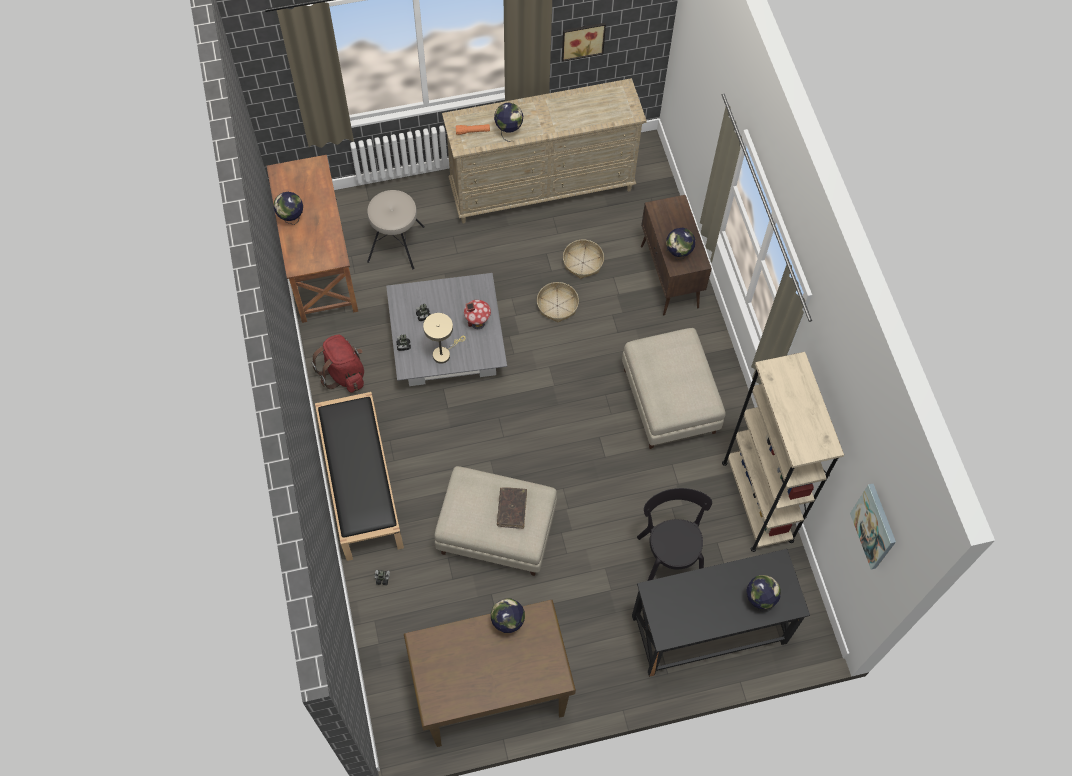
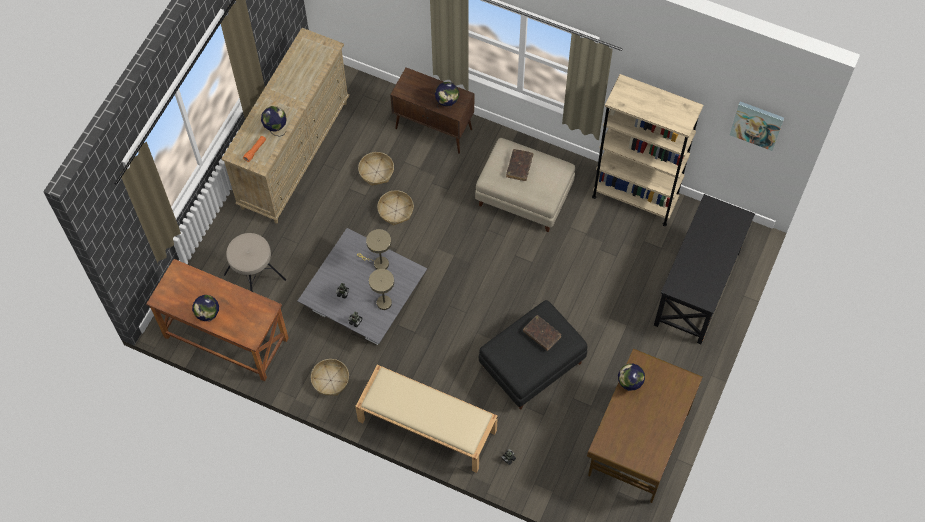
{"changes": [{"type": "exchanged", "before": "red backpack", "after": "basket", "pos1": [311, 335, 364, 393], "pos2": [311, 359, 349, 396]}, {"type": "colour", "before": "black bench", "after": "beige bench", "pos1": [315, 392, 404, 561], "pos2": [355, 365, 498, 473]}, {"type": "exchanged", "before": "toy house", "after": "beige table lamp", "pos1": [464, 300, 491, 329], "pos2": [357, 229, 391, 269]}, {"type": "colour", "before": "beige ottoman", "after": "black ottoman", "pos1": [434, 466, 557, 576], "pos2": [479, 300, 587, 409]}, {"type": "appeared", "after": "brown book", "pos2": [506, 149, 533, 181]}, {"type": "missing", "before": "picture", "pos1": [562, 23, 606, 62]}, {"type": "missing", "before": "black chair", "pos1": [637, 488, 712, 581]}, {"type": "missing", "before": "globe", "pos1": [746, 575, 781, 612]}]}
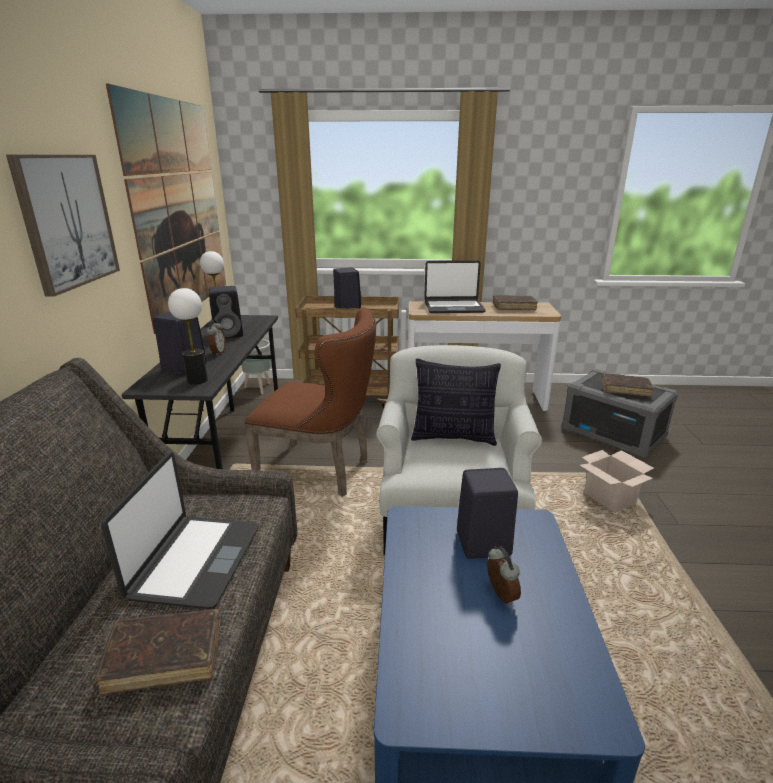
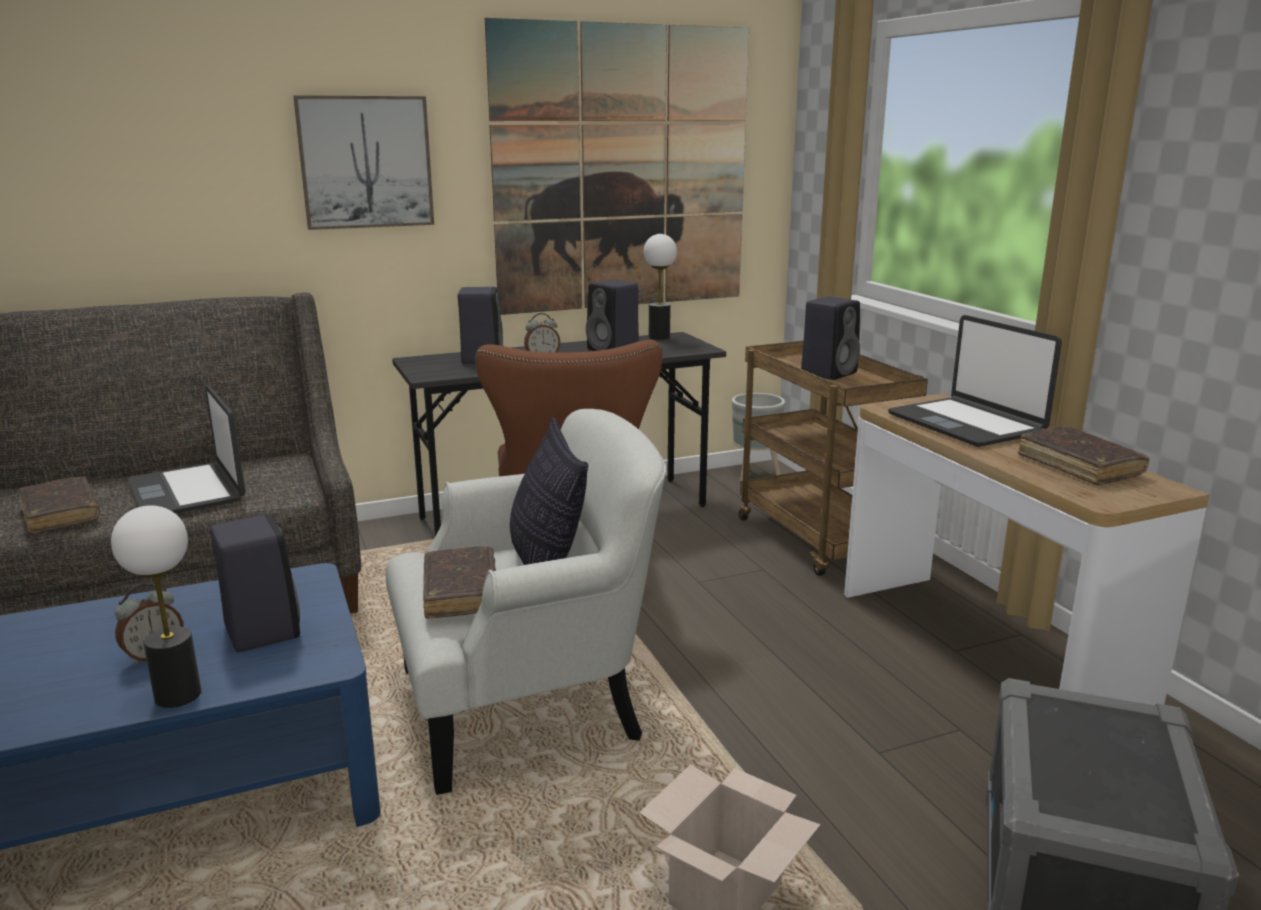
{"changes": [{"type": "relocated", "before": "table lamp", "pos1": [168, 288, 208, 385], "pos2": [111, 505, 201, 708]}, {"type": "spun", "before": "laptop", "pos1": [101, 452, 259, 609], "pos2": [127, 385, 246, 514], "turn": 75}, {"type": "relocated", "before": "brown book", "pos1": [601, 373, 654, 397], "pos2": [423, 546, 496, 619]}]}
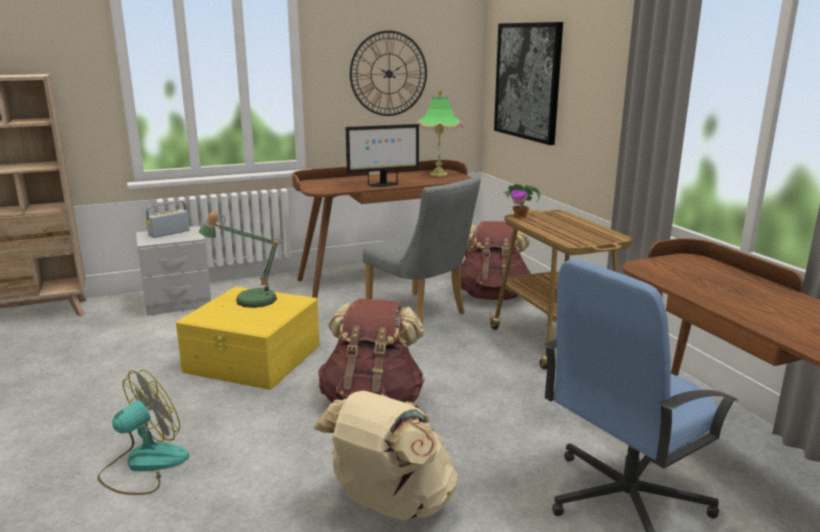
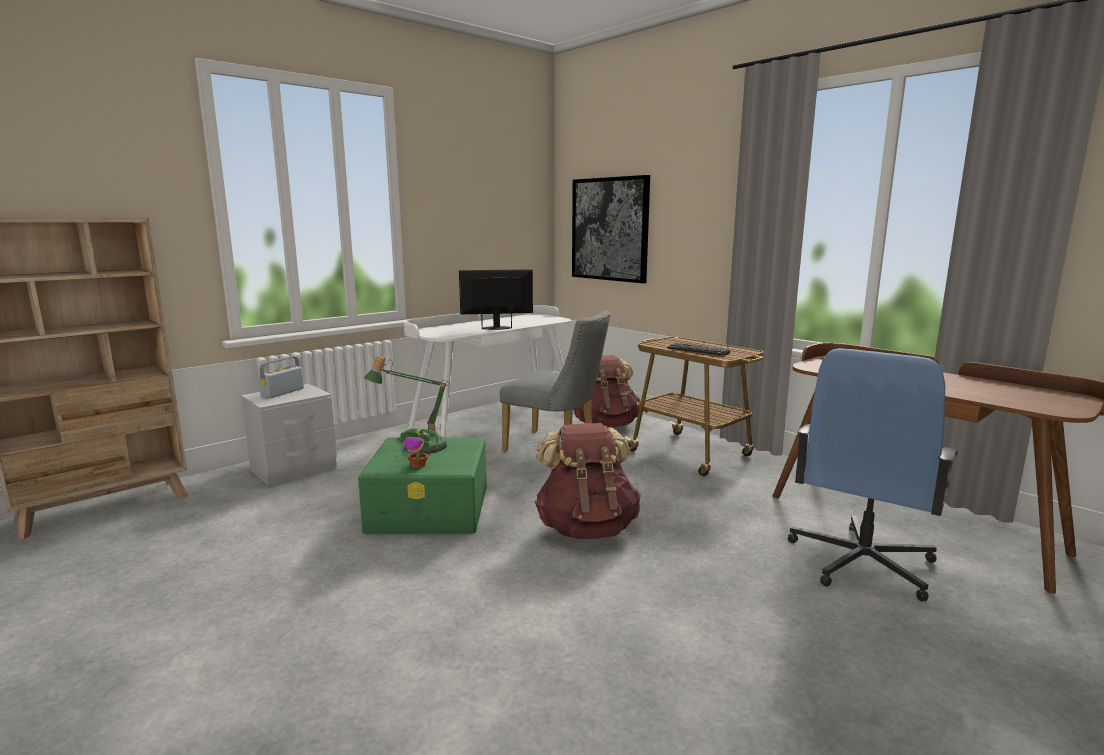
{"changes": [{"type": "colour", "before": "yellow storage box", "after": "green storage box", "pos1": [176, 287, 320, 390], "pos2": [358, 437, 487, 534]}, {"type": "relocated", "before": "potted plant", "pos1": [503, 184, 541, 217], "pos2": [394, 428, 440, 468]}, {"type": "colour", "before": "brown desk", "after": "white desk", "pos1": [292, 160, 472, 298], "pos2": [404, 305, 574, 437]}, {"type": "spun", "before": "monitor", "pos1": [346, 124, 419, 187], "pos2": [459, 269, 533, 330], "turn": -150}, {"type": "appeared", "after": "keyboard", "pos2": [668, 343, 730, 356]}, {"type": "missing", "before": "fan", "pos1": [97, 370, 189, 495]}, {"type": "missing", "before": "beige backpack", "pos1": [313, 391, 458, 521]}, {"type": "missing", "before": "wall clock", "pos1": [350, 30, 427, 116]}, {"type": "missing", "before": "table lamp", "pos1": [416, 89, 463, 176]}]}
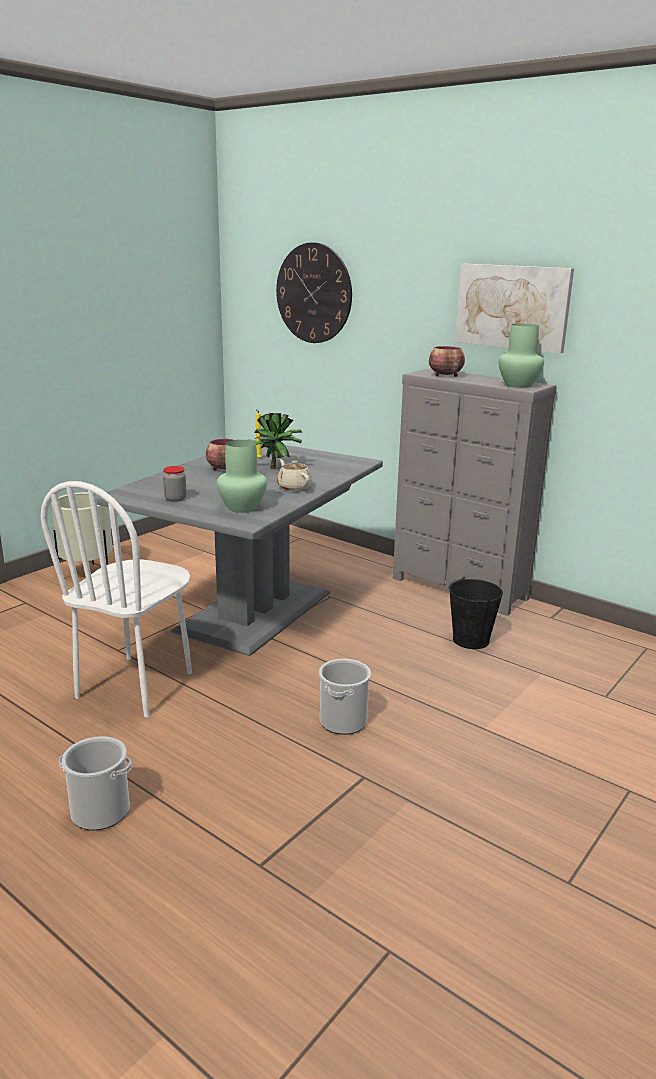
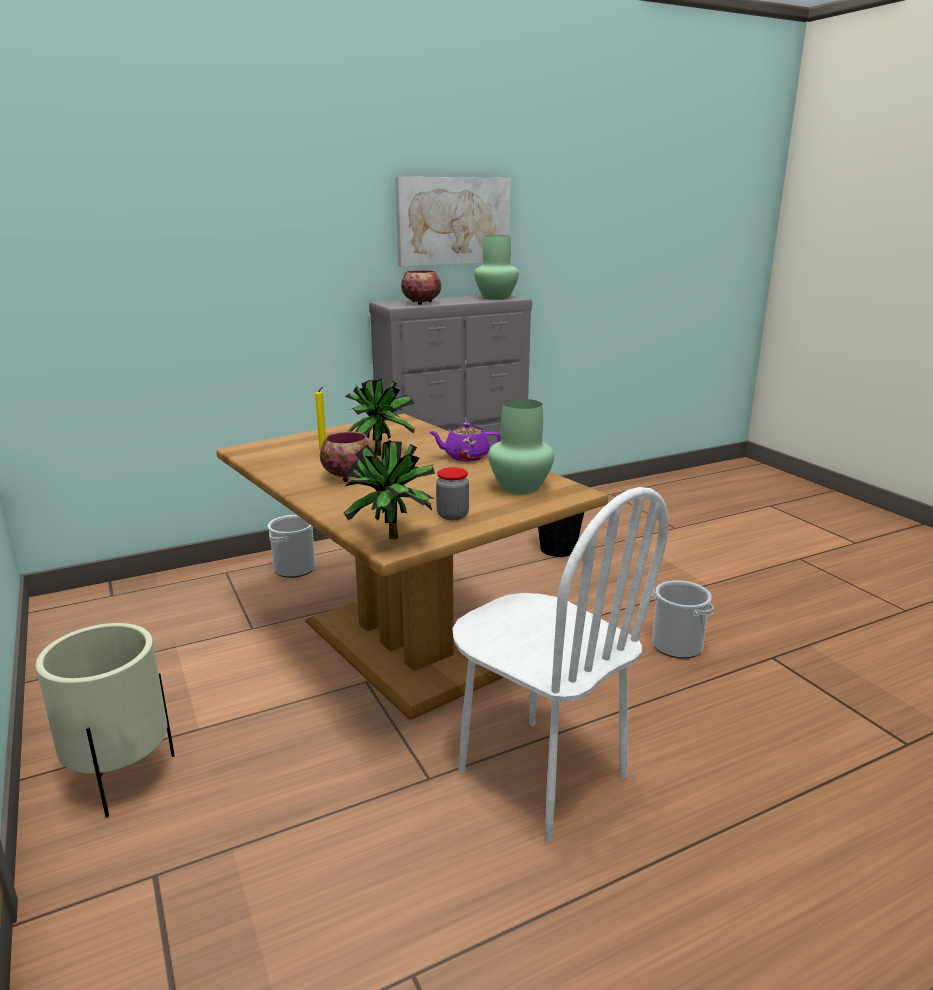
{"changes": [{"type": "colour", "before": "grey dining table", "after": "brown dining table", "pos1": [96, 439, 383, 656], "pos2": [216, 414, 608, 720]}, {"type": "relocated", "before": "bucket", "pos1": [59, 736, 132, 830], "pos2": [268, 515, 315, 578]}, {"type": "appeared", "after": "potted plant", "pos2": [343, 440, 435, 539]}, {"type": "colour", "before": "beige teapot", "after": "purple teapot", "pos1": [277, 459, 312, 491], "pos2": [429, 423, 501, 461]}, {"type": "missing", "before": "wall clock", "pos1": [276, 243, 352, 343]}]}
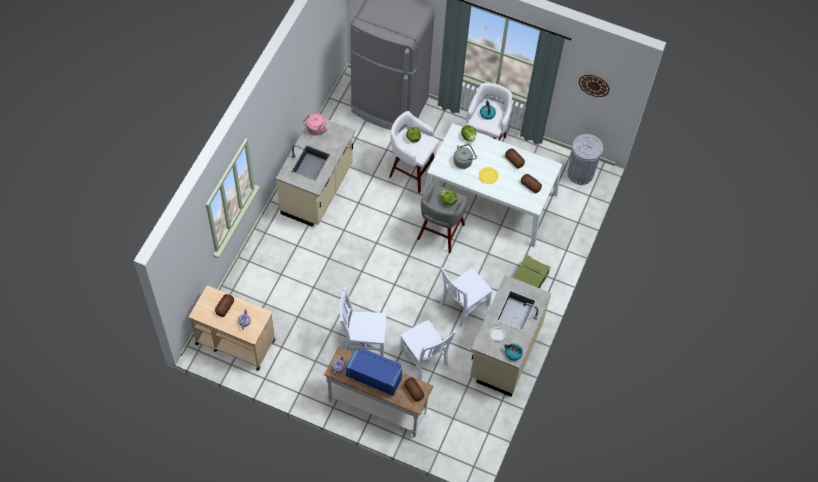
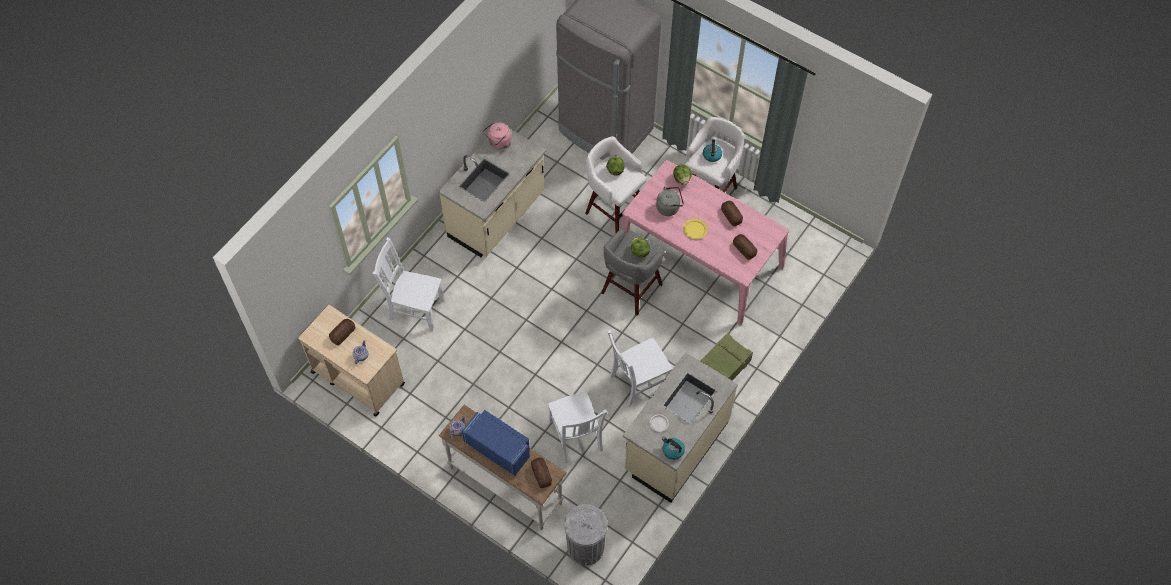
{"changes": [{"type": "relocated", "before": "white chair", "pos1": [340, 287, 386, 356], "pos2": [373, 237, 445, 331]}, {"type": "relocated", "before": "grey trash can", "pos1": [567, 134, 603, 185], "pos2": [564, 504, 607, 566]}, {"type": "colour", "before": "white dining table", "after": "pink dining table", "pos1": [424, 123, 562, 247], "pos2": [621, 160, 789, 326]}, {"type": "missing", "before": "wall clock", "pos1": [578, 75, 610, 97]}]}
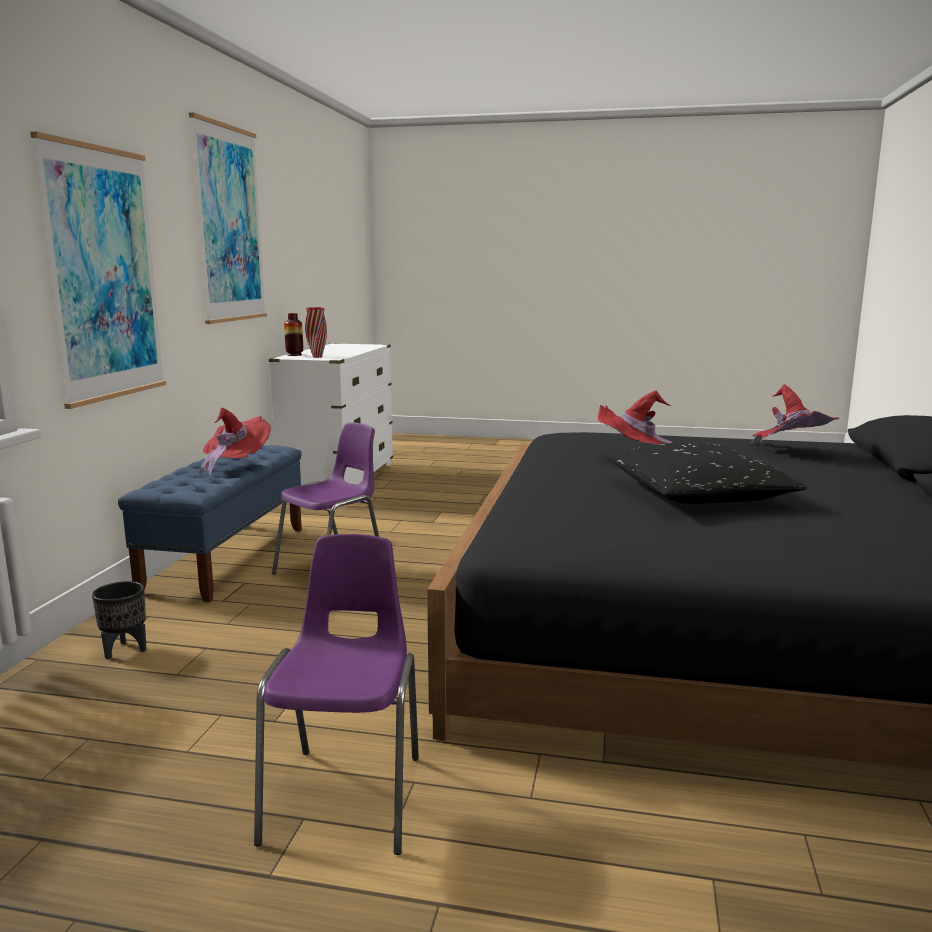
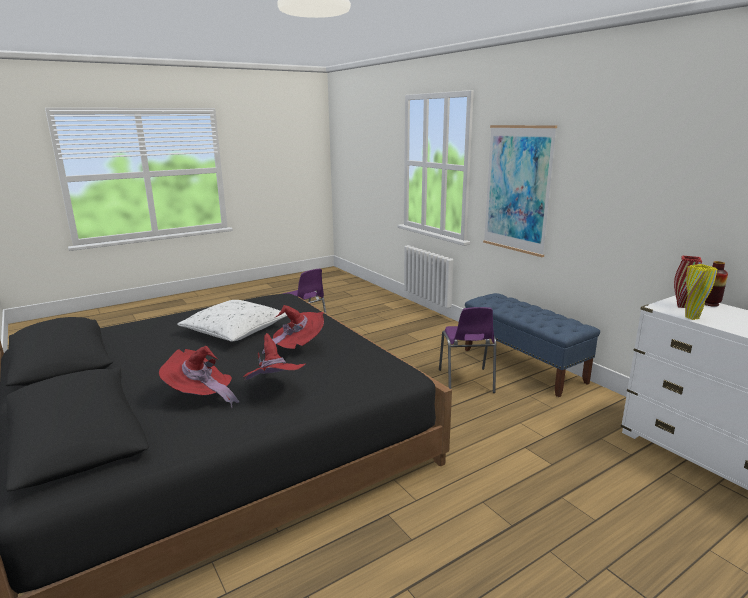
{"changes": [{"type": "colour", "before": "black pillow", "after": "white pillow", "pos1": [607, 442, 807, 504], "pos2": [177, 300, 287, 341]}, {"type": "relocated", "before": "red hat", "pos1": [199, 408, 271, 475], "pos2": [243, 333, 306, 380]}, {"type": "appeared", "after": "yellow vase", "pos2": [685, 264, 717, 320]}, {"type": "missing", "before": "black planter", "pos1": [92, 581, 147, 659]}, {"type": "missing", "before": "picture", "pos1": [189, 113, 267, 324]}]}
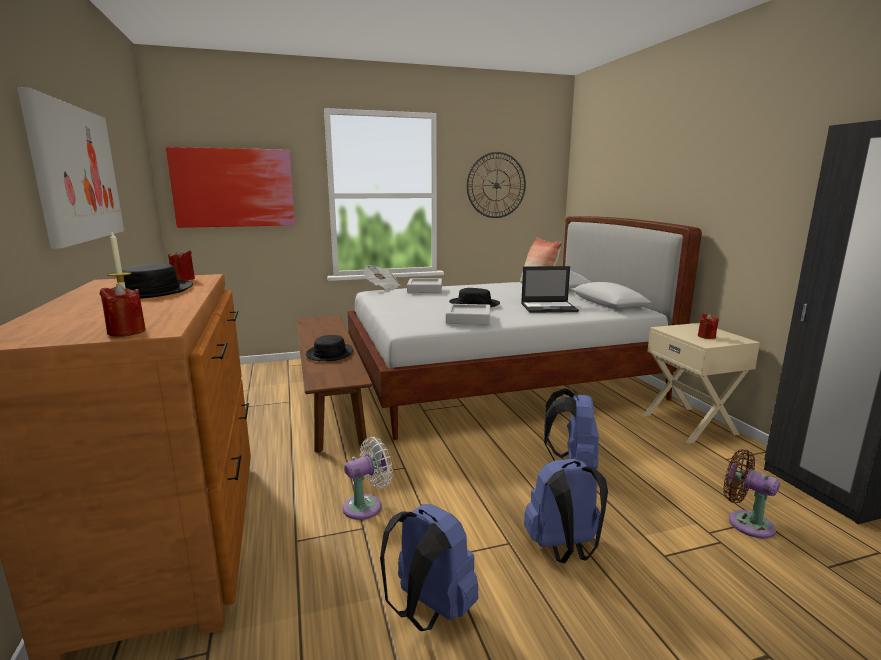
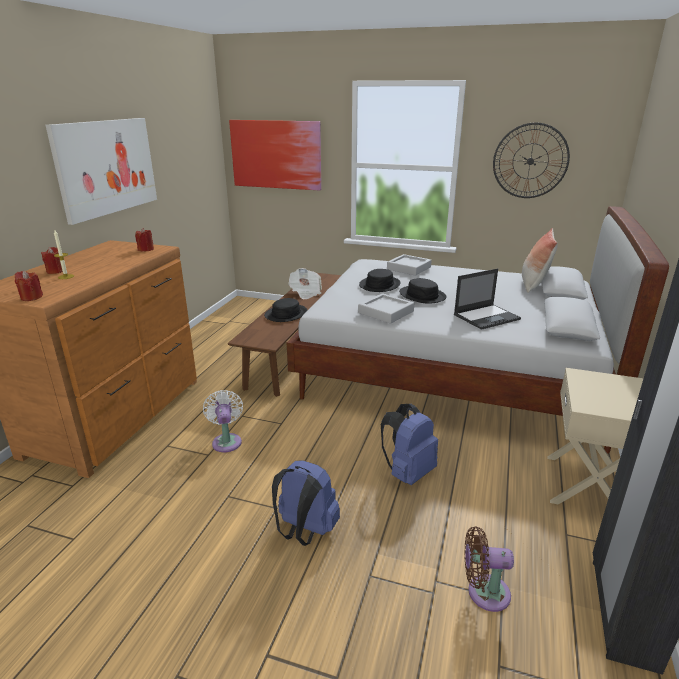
{"changes": [{"type": "relocated", "before": "red candle", "pos1": [698, 313, 719, 339], "pos2": [41, 247, 63, 274]}, {"type": "spun", "before": "white fan", "pos1": [343, 437, 393, 520], "pos2": [203, 390, 243, 452], "turn": -105}, {"type": "relocated", "before": "newspaper", "pos1": [363, 265, 400, 291], "pos2": [288, 268, 322, 299]}, {"type": "relocated", "before": "black hat", "pos1": [111, 263, 193, 299], "pos2": [359, 269, 401, 292]}, {"type": "spun", "before": "laptop", "pos1": [521, 266, 579, 313], "pos2": [454, 269, 521, 330], "turn": -60}, {"type": "spun", "before": "brown fan", "pos1": [723, 449, 780, 539], "pos2": [464, 526, 514, 612], "turn": -75}, {"type": "missing", "before": "blue backpack", "pos1": [380, 504, 479, 631]}]}
